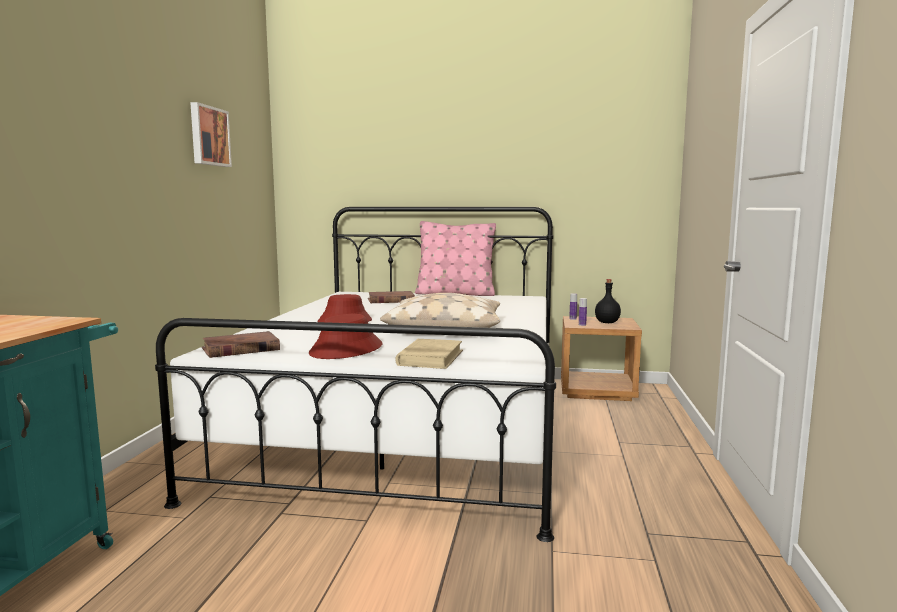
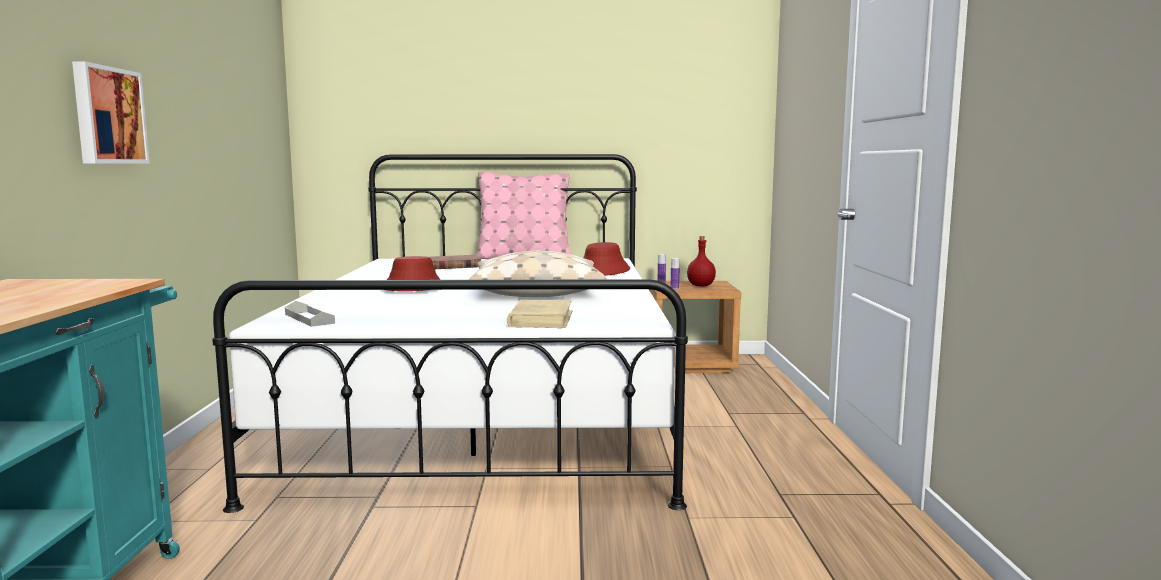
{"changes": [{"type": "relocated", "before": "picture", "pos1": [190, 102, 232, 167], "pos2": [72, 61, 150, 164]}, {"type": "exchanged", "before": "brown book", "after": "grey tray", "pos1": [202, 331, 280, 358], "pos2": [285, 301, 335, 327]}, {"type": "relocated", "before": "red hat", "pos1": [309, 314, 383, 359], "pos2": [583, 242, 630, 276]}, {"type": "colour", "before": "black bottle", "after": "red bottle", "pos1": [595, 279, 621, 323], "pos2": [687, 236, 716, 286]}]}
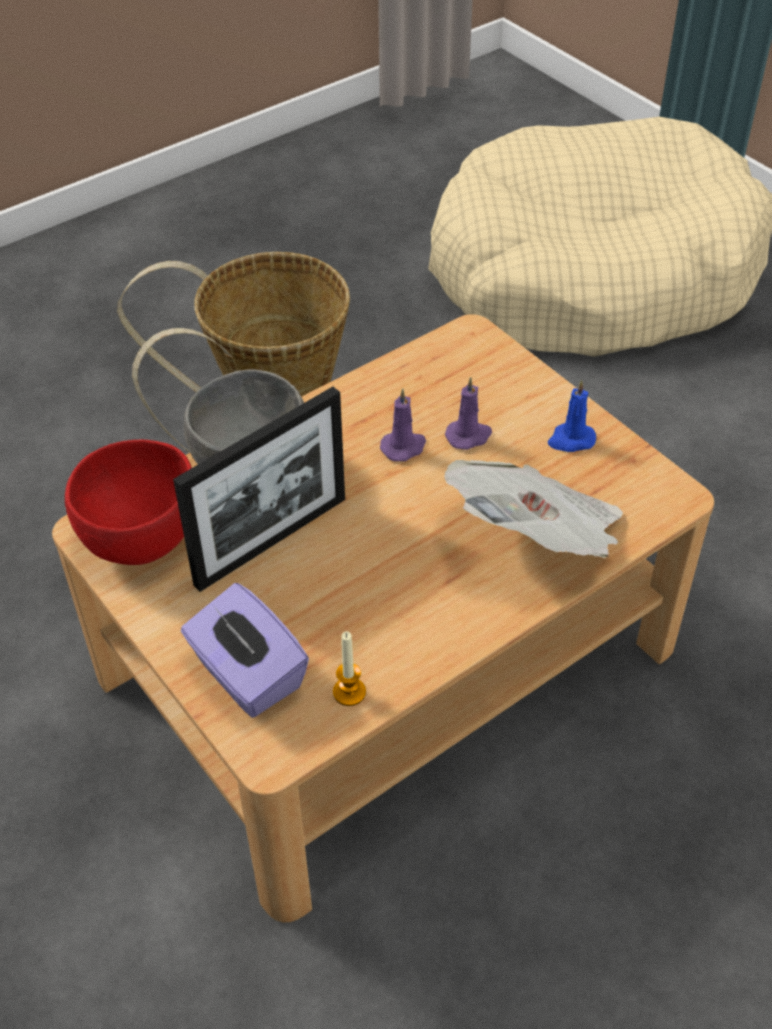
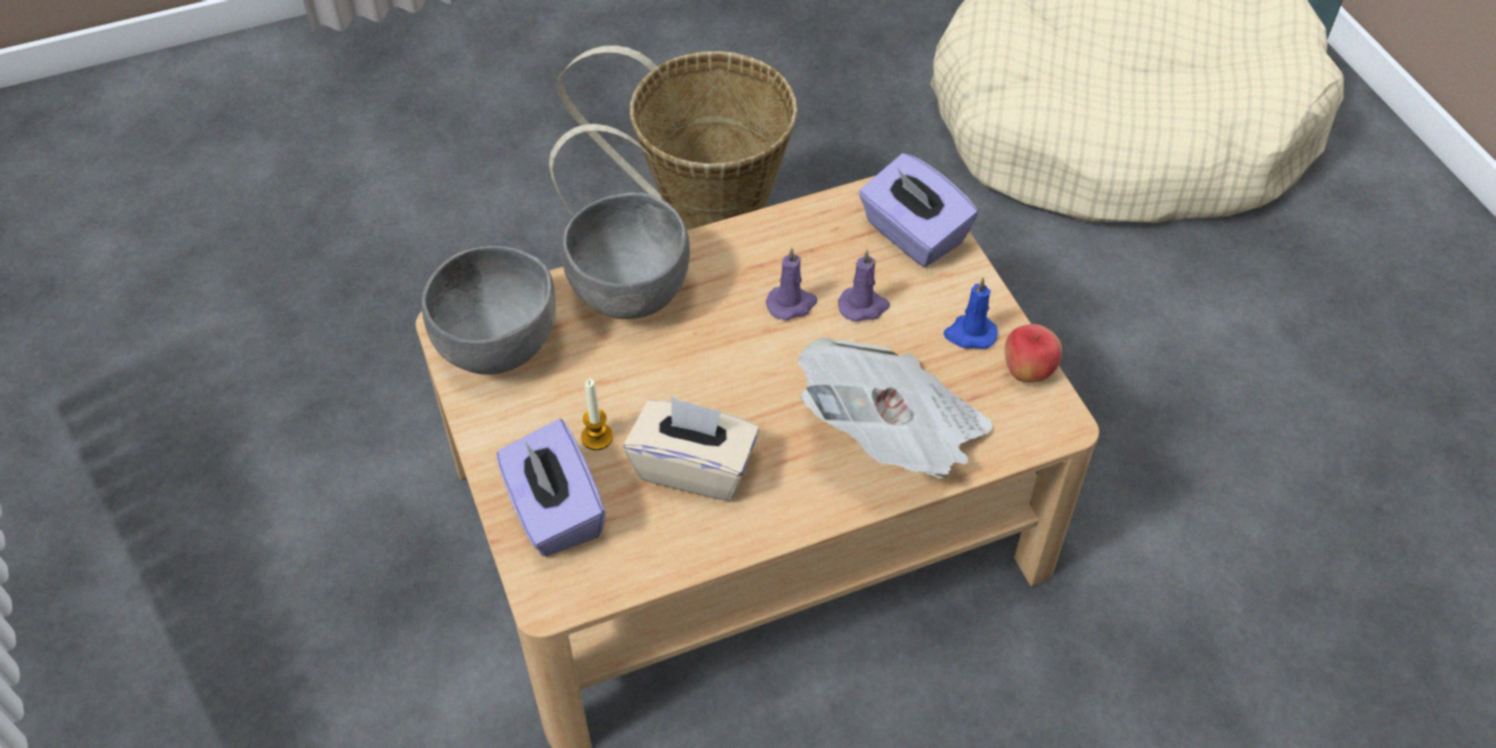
{"changes": [{"type": "colour", "before": "red bowl", "after": "grey bowl", "pos1": [65, 440, 192, 565], "pos2": [422, 246, 556, 375]}, {"type": "relocated", "before": "candle", "pos1": [333, 631, 366, 706], "pos2": [581, 379, 613, 450]}, {"type": "appeared", "after": "beige tissue box", "pos2": [624, 396, 759, 501]}, {"type": "appeared", "after": "purple tissue box", "pos2": [859, 153, 978, 267]}, {"type": "appeared", "after": "apple", "pos2": [1005, 324, 1062, 382]}, {"type": "missing", "before": "picture frame", "pos1": [173, 387, 345, 592]}]}
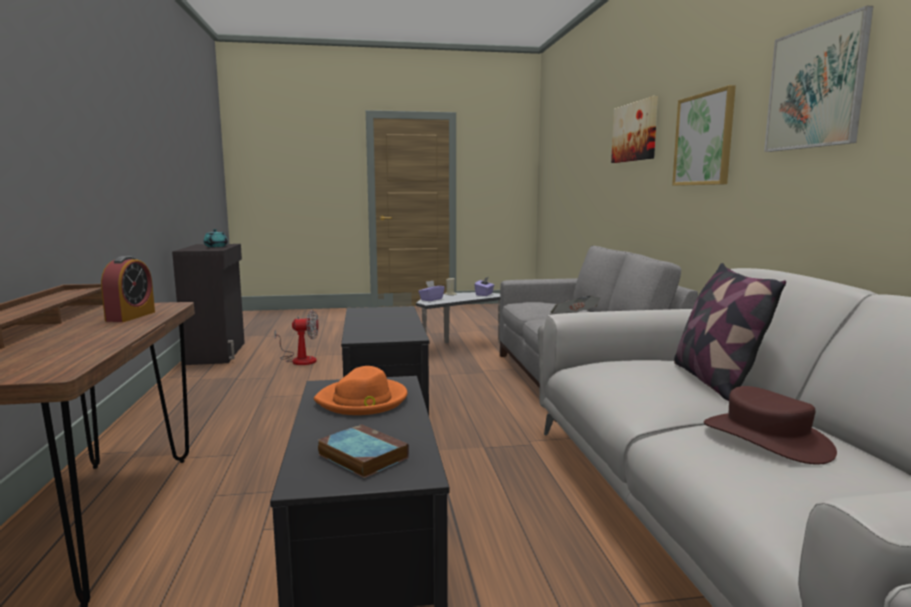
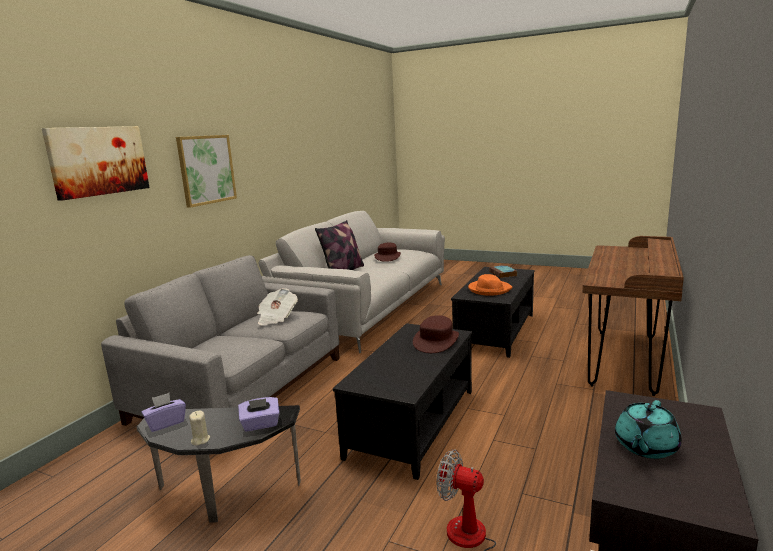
{"changes": [{"type": "appeared", "after": "brown hat", "pos2": [413, 315, 459, 353]}, {"type": "missing", "before": "alarm clock", "pos1": [101, 256, 155, 322]}, {"type": "missing", "before": "picture", "pos1": [764, 6, 873, 152]}]}
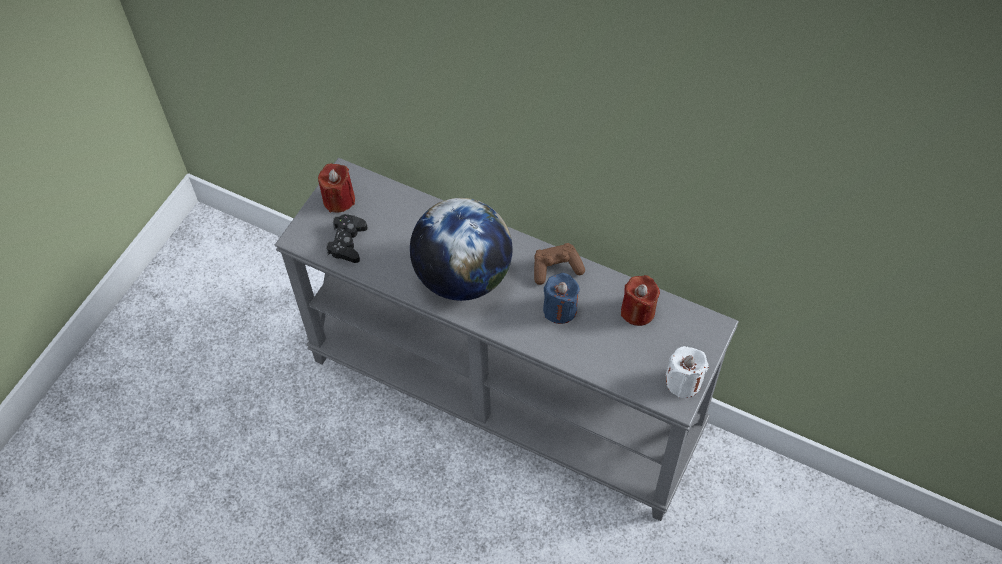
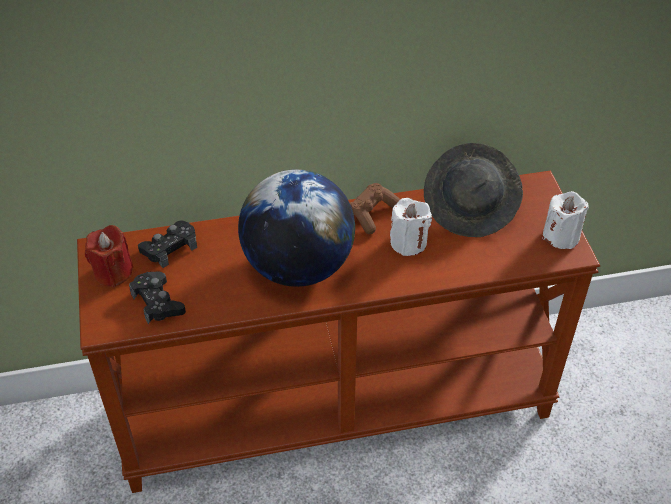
{"changes": [{"type": "colour", "before": "grey console table", "after": "brown console table", "pos1": [274, 158, 739, 521], "pos2": [77, 171, 600, 493]}, {"type": "appeared", "after": "black game controller", "pos2": [138, 220, 197, 268]}, {"type": "colour", "before": "blue candle", "after": "white candle", "pos1": [543, 273, 580, 324], "pos2": [390, 198, 432, 256]}, {"type": "exchanged", "before": "red candle", "after": "grey hat", "pos1": [621, 275, 660, 326], "pos2": [424, 143, 523, 237]}]}
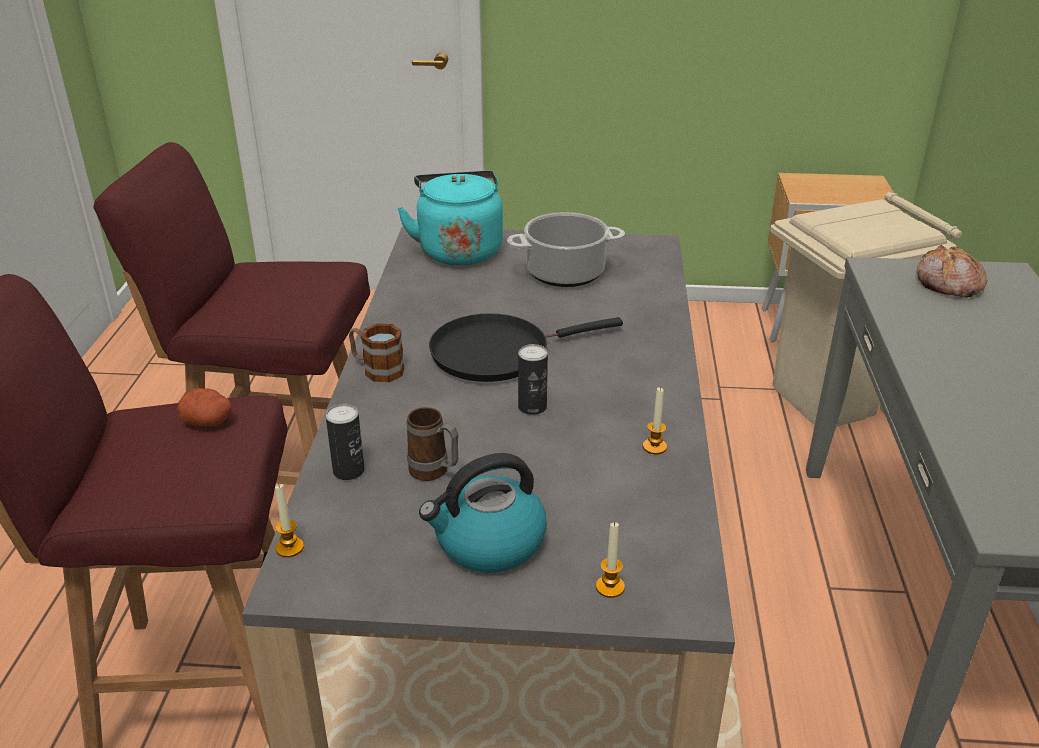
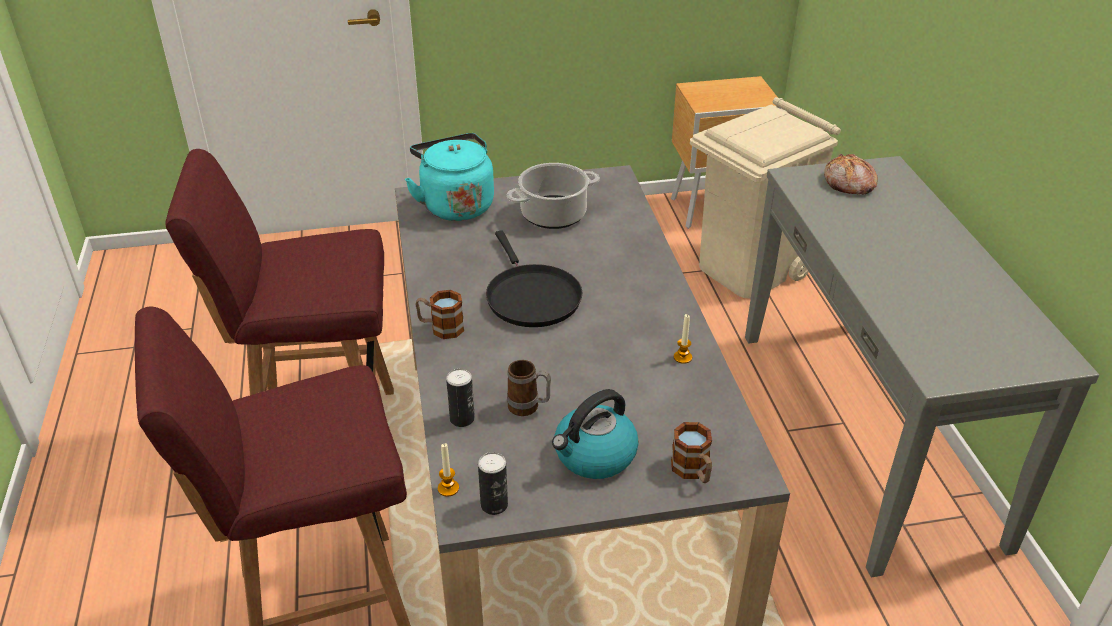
{"changes": [{"type": "relocated", "before": "can", "pos1": [518, 344, 548, 415], "pos2": [478, 452, 508, 515]}, {"type": "spun", "before": "black frying pan", "pos1": [429, 313, 623, 382], "pos2": [486, 230, 583, 327], "turn": -75}, {"type": "exchanged", "before": "candle", "after": "mug", "pos1": [596, 522, 625, 598], "pos2": [671, 422, 712, 483]}, {"type": "missing", "before": "potato", "pos1": [178, 388, 232, 426]}]}
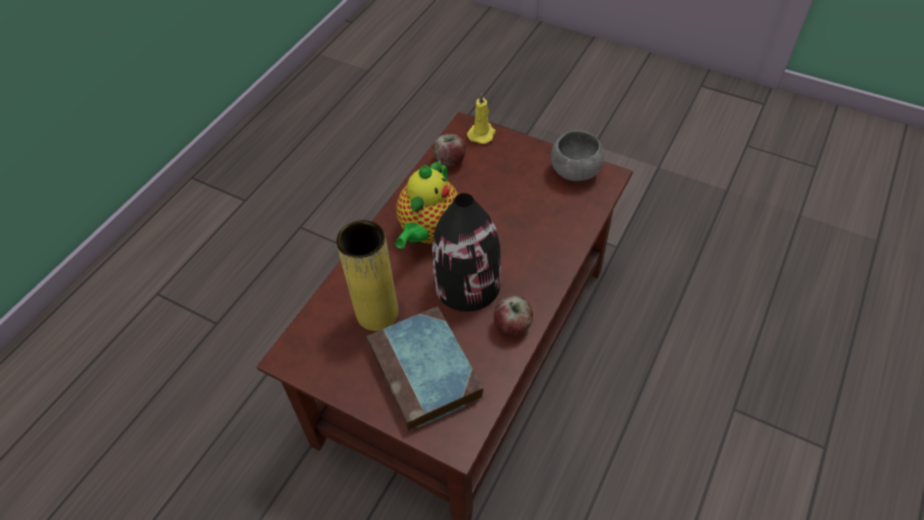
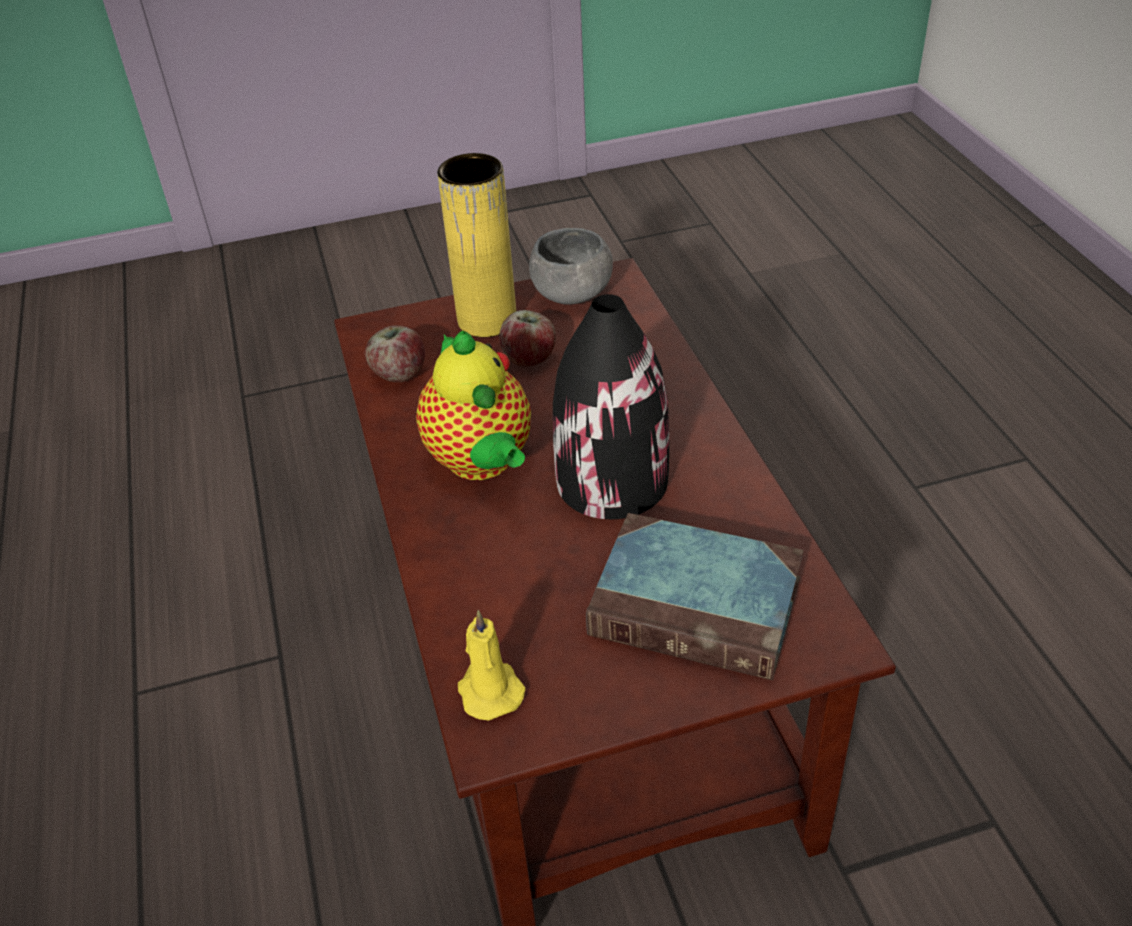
{"changes": [{"type": "relocated", "before": "yellow vase", "pos1": [336, 220, 398, 331], "pos2": [437, 153, 516, 337]}, {"type": "relocated", "before": "yellow candle", "pos1": [467, 93, 496, 144], "pos2": [458, 610, 526, 720]}, {"type": "relocated", "before": "apple", "pos1": [493, 296, 533, 336], "pos2": [499, 310, 556, 367]}]}
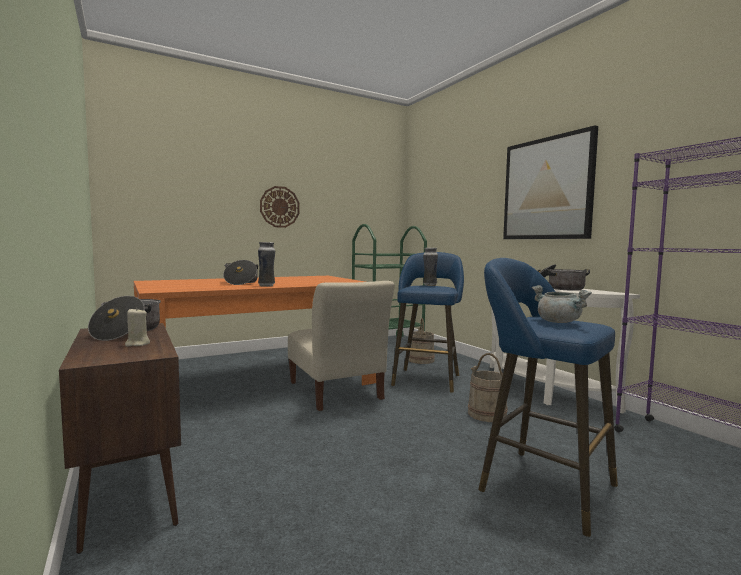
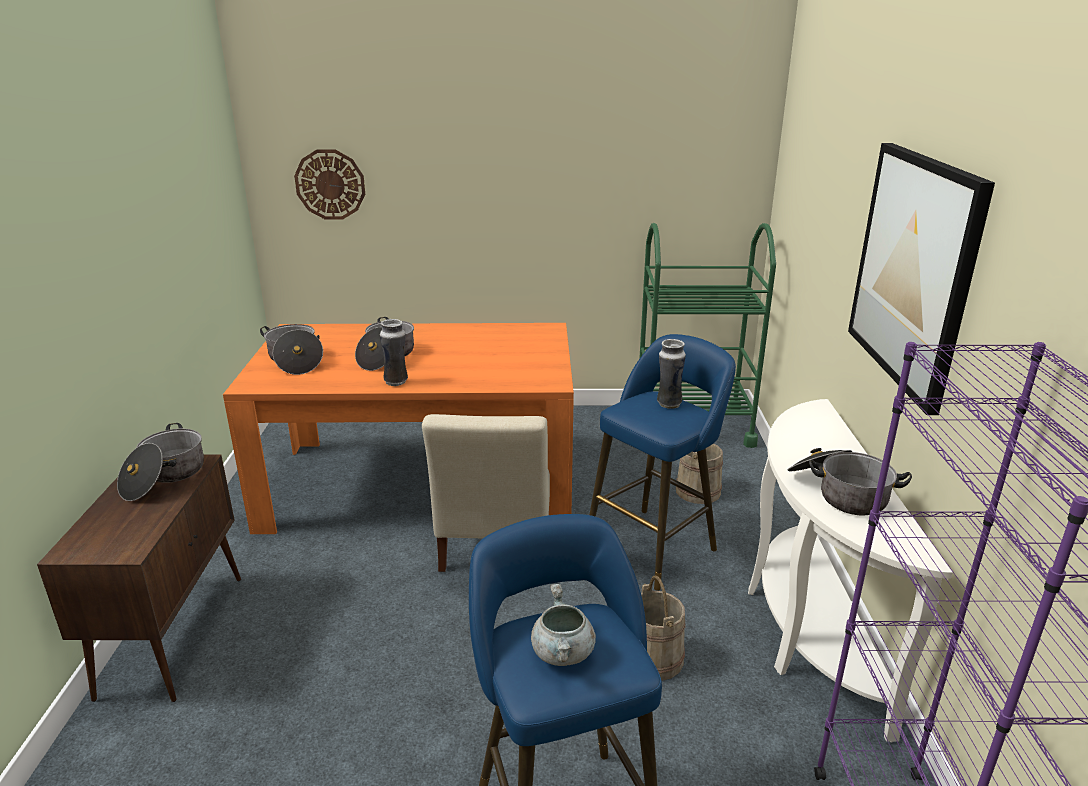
{"changes": [{"type": "appeared", "after": "cooking pot", "pos2": [260, 324, 323, 375]}, {"type": "relocated", "before": "wall clock", "pos1": [260, 186, 299, 228], "pos2": [294, 149, 365, 219]}, {"type": "missing", "before": "beige candle", "pos1": [125, 307, 150, 347]}]}
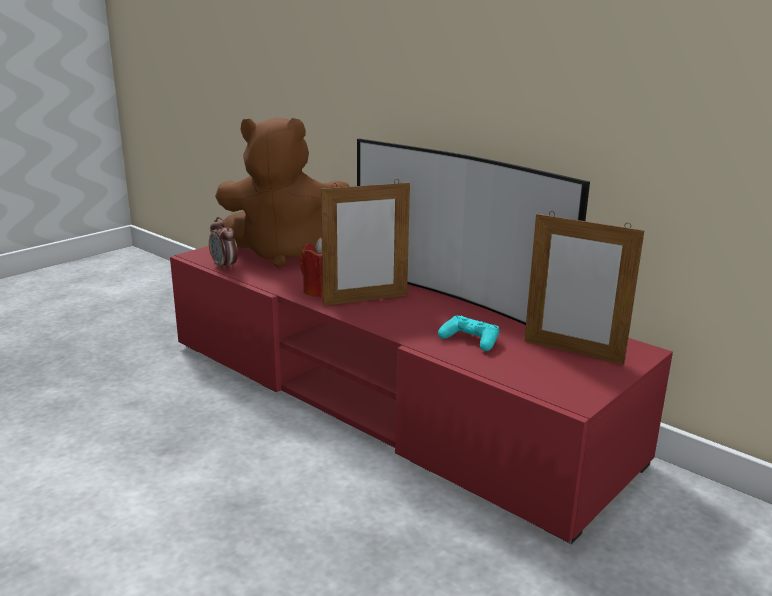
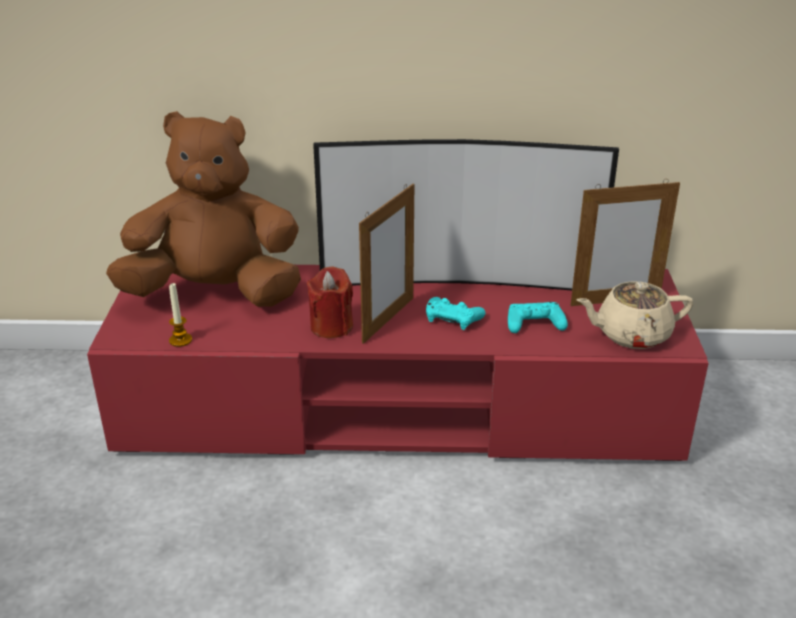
{"changes": [{"type": "spun", "before": "brown plush toy", "pos1": [215, 117, 350, 268], "pos2": [106, 111, 301, 307], "turn": -150}, {"type": "exchanged", "before": "alarm clock", "after": "candle", "pos1": [209, 217, 238, 271], "pos2": [169, 283, 192, 347]}, {"type": "appeared", "after": "turquoise game controller", "pos2": [426, 297, 486, 330]}, {"type": "appeared", "after": "beige teapot", "pos2": [577, 281, 693, 349]}]}
